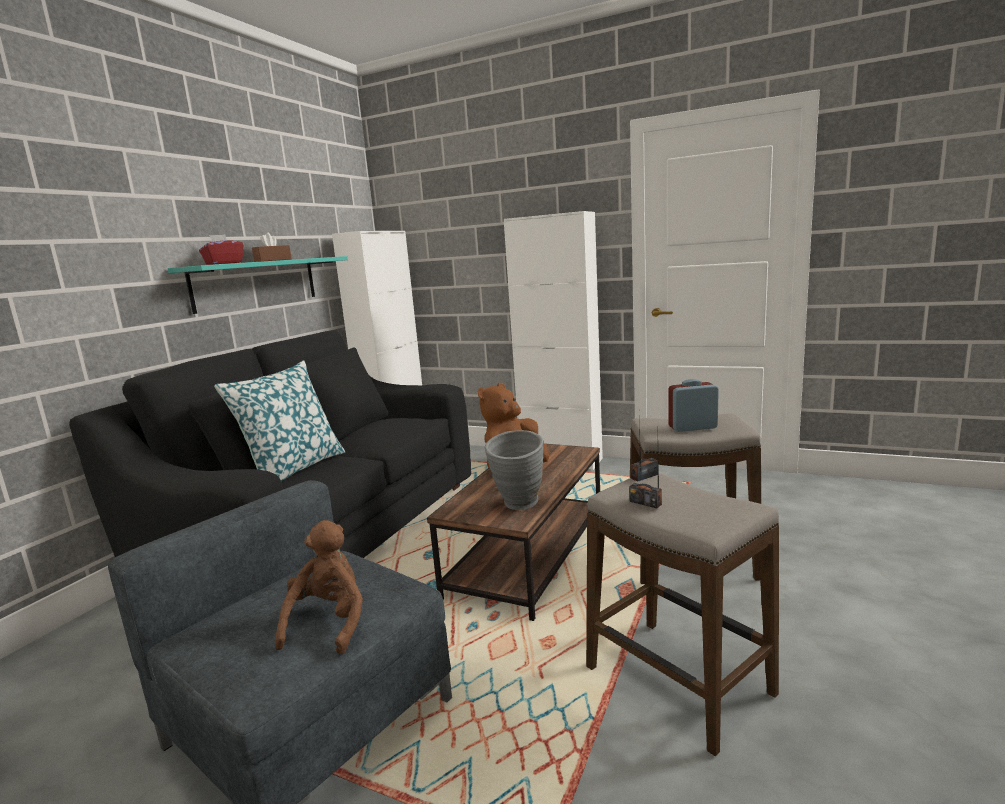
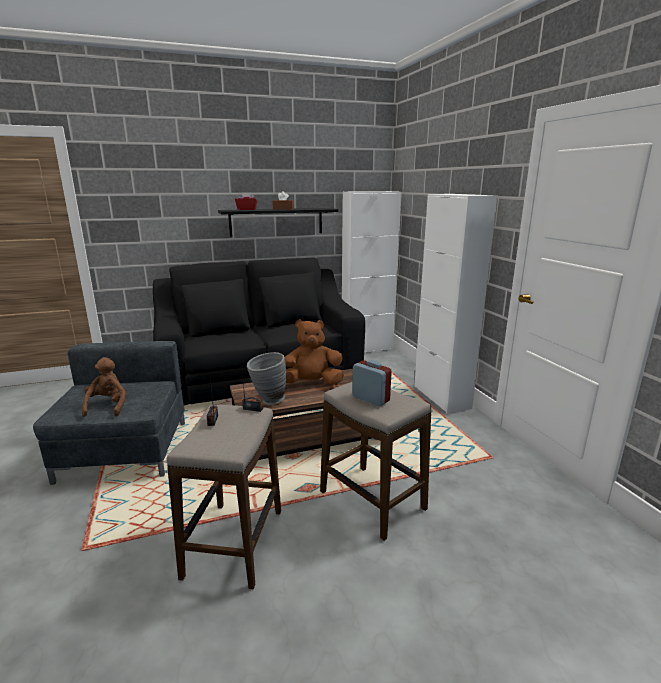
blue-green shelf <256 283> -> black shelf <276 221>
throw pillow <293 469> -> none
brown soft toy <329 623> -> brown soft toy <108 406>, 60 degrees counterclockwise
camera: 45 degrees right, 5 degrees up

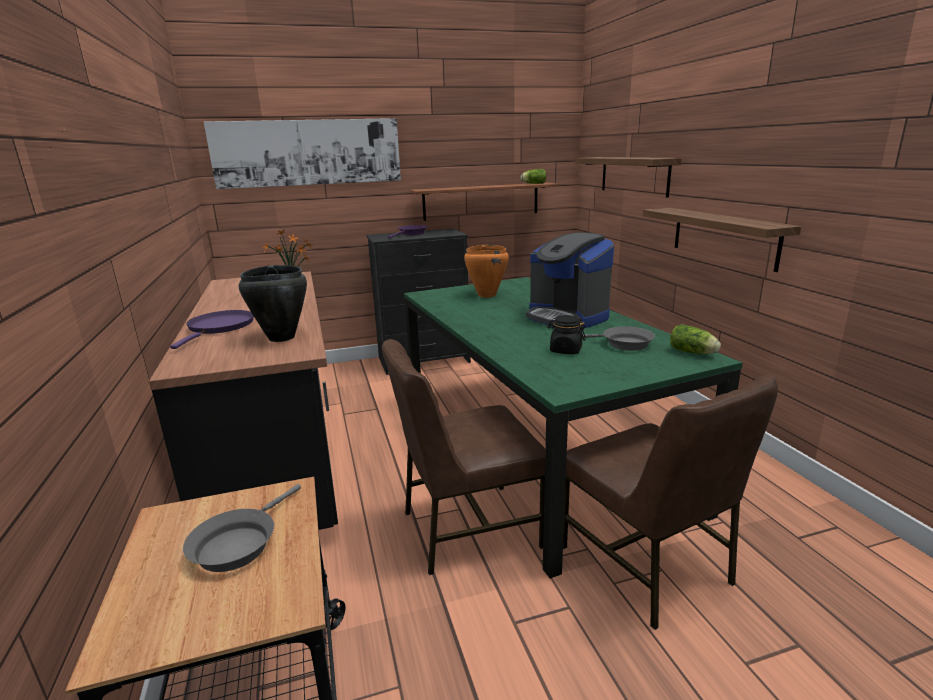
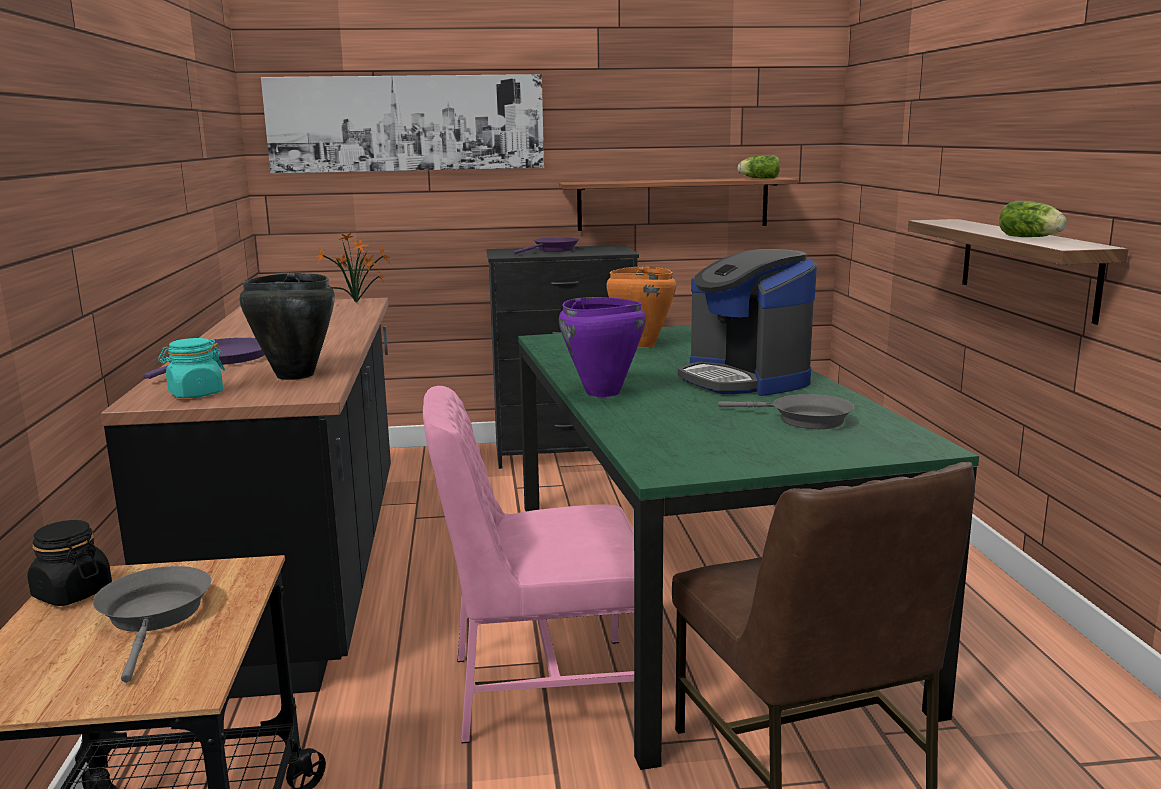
gray pan <238 543> -> gray pan <155 617>, 135 degrees clockwise
brown chair <467 528> -> pinkish chair <542 689>
black preserve jar <565 350> -> black preserve jar <72 593>, shifted
shelf <634 175> -> none
head of lettuce <694 353> -> head of lettuce <1031 237>, shifted
none -> blue-green preserve jar <195 394>
none -> purple stockpot <602 393>
camera: 10 degrees right, 5 degrees down

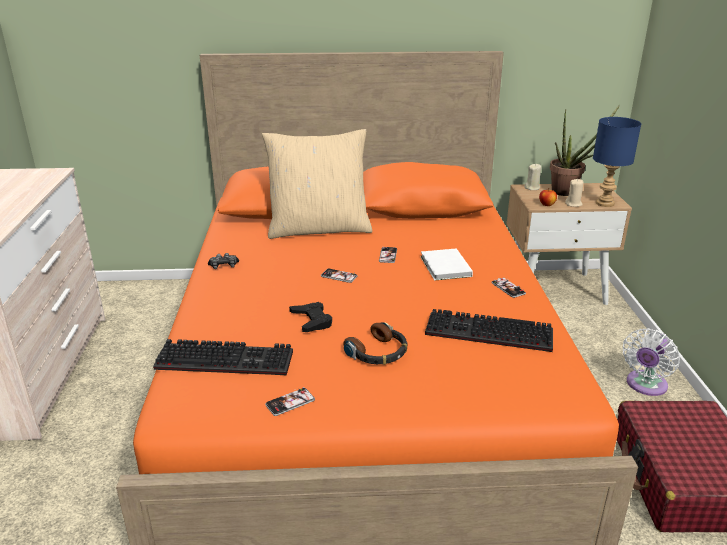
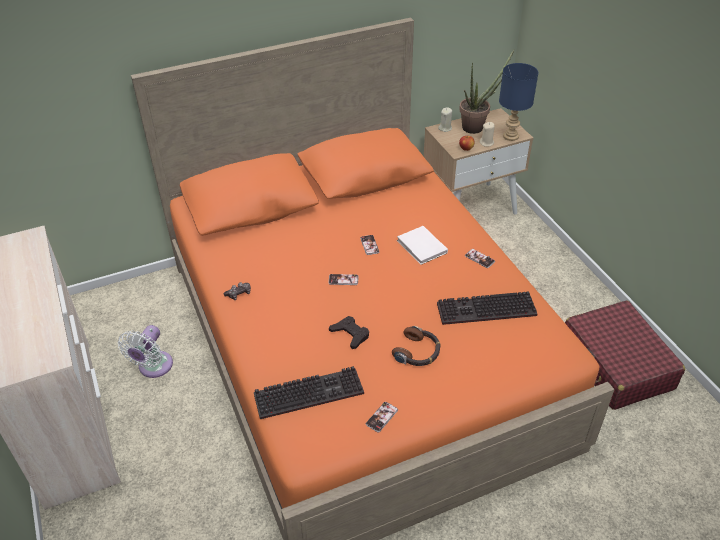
beige throw pillow <319 228> -> none
white-coloured fan <645 385> -> white-coloured fan <153 367>, shifted
camera: 20 degrees left, 15 degrees up

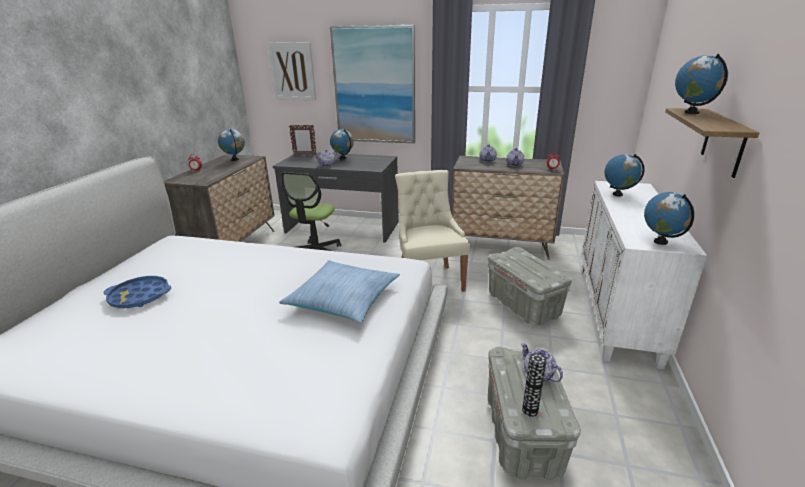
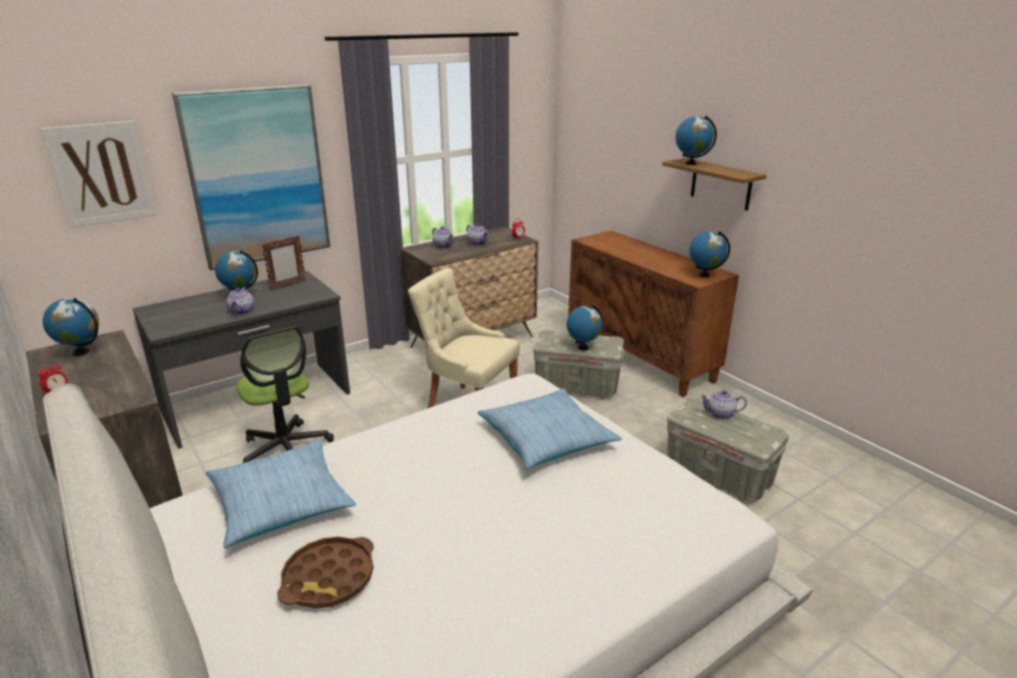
blue-coloured carrying tray <139 296> -> brown carrying tray <329 578>
standing frame <304 155> -> standing frame <287 285>, shifted
vase <530 410> -> none
white-coloured cabinet <617 313> -> brown cabinet <640 358>
world globe <617 194> -> world globe <583 347>, shifted
none -> throw pillow <280 502>
camera: 50 degrees left, 0 degrees up

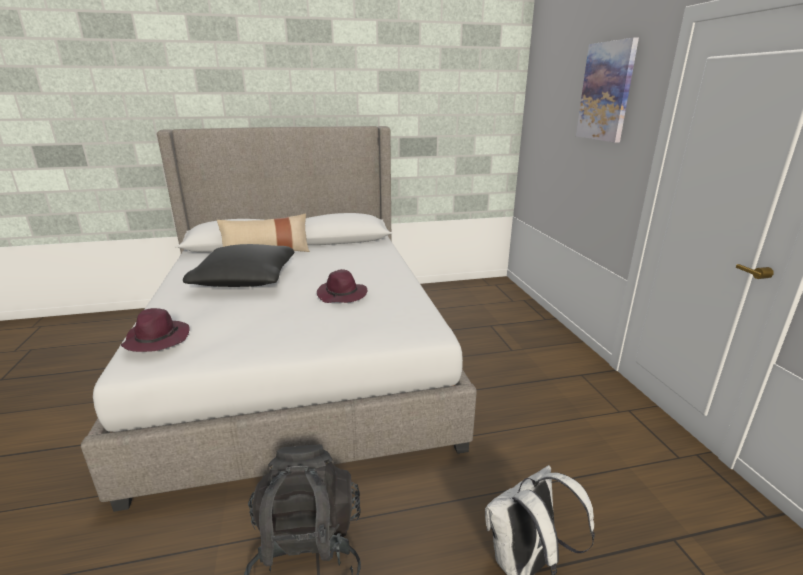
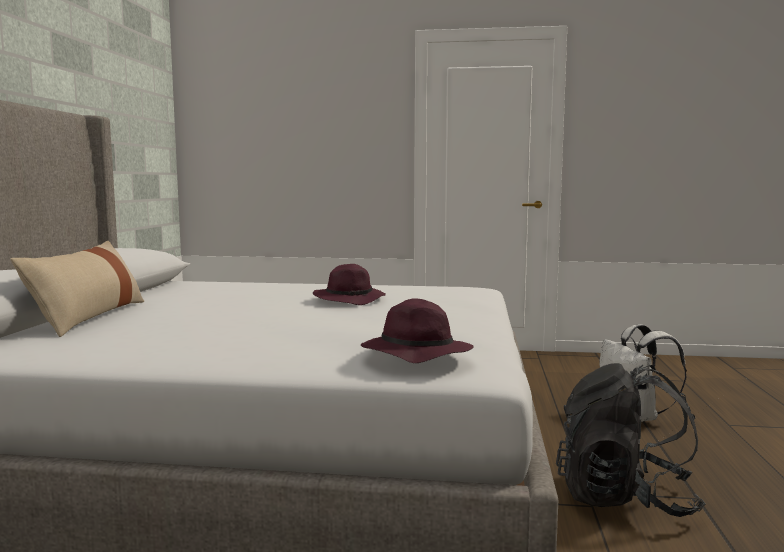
black throw pillow <245 280> -> none
picture <606 92> -> none
camera: 70 degrees left, 15 degrees down

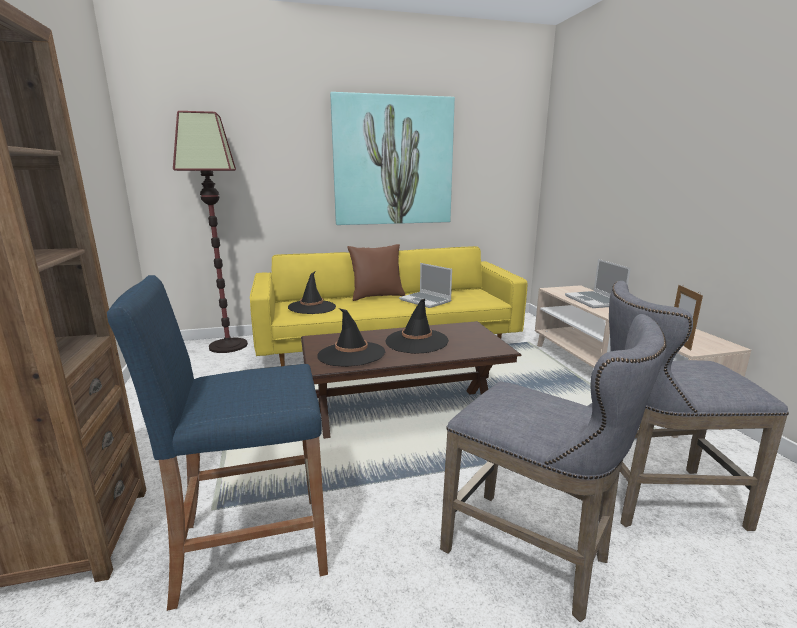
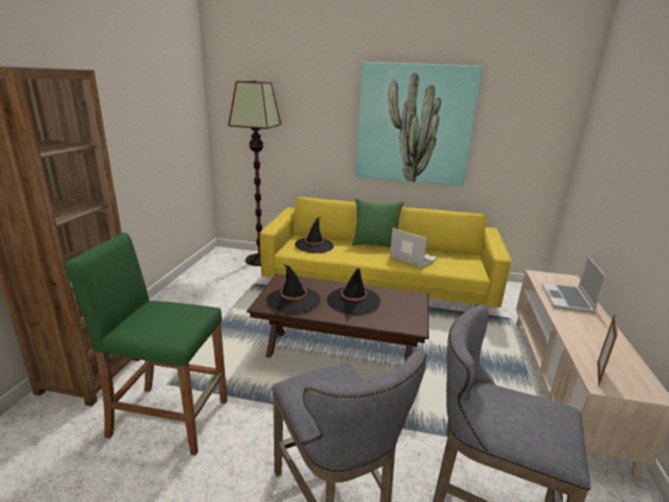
blue-coloured sitting stool <252 546> -> green-coloured sitting stool <170 418>
brown throw pillow <377 296> -> green-coloured throw pillow <375 245>
laptop <426 301> -> laptop <412 258>, 150 degrees clockwise
camera: 25 degrees right, 5 degrees up

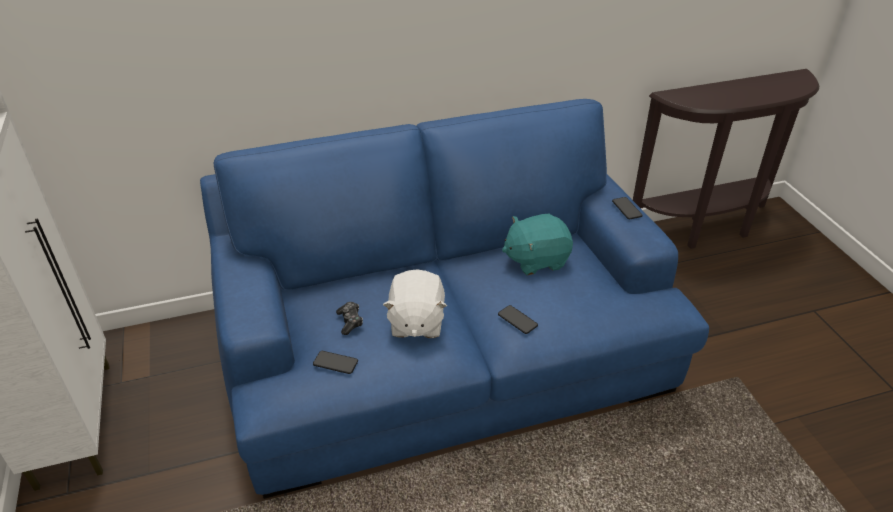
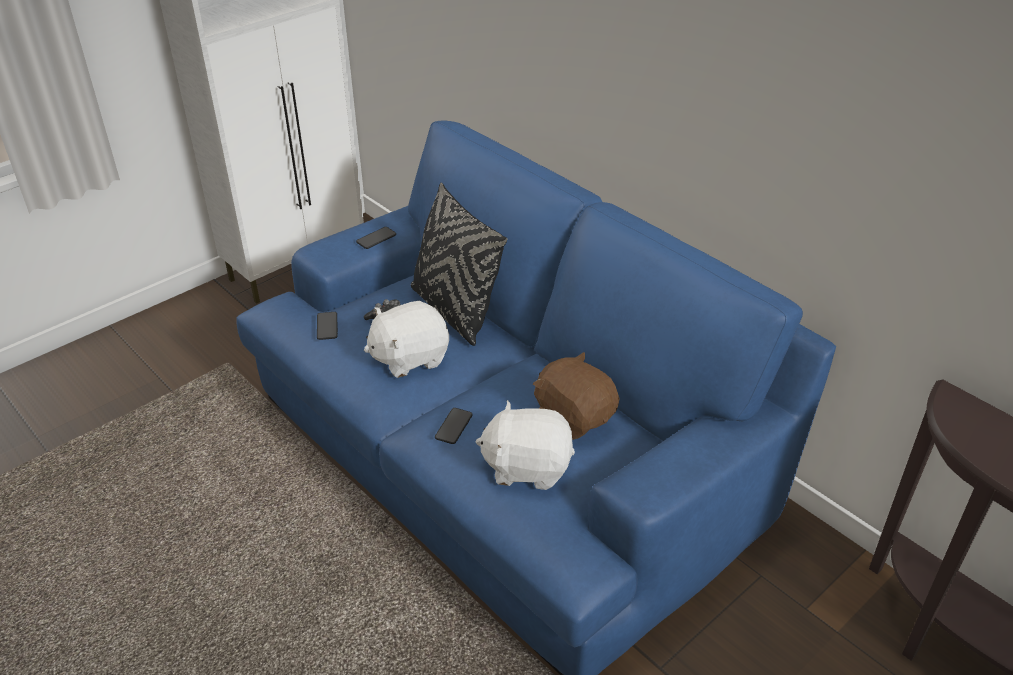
blue-green soft toy <536 259> -> brown soft toy <574 417>
phone <626 209> -> phone <376 238>, shifted
none -> black throw pillow <454 311>
none -> white-coloured soft toy <527 466>
camera: 65 degrees right, 0 degrees up

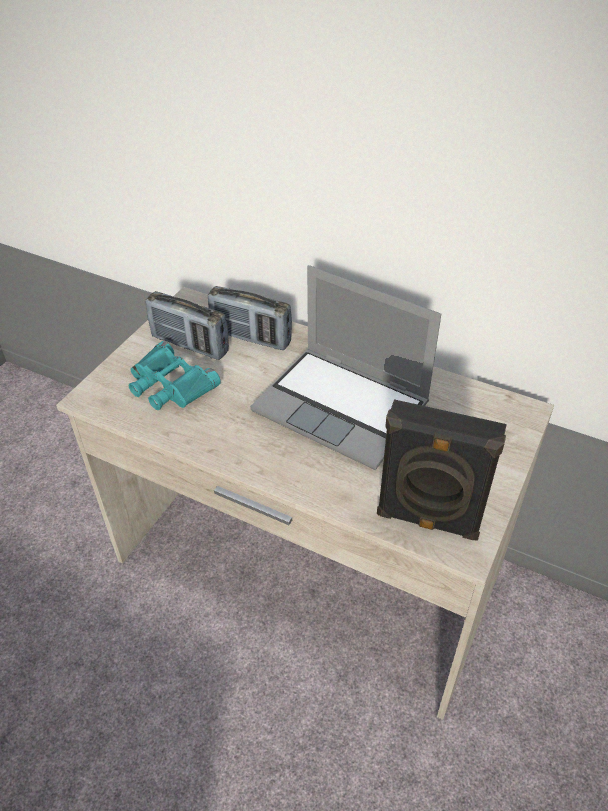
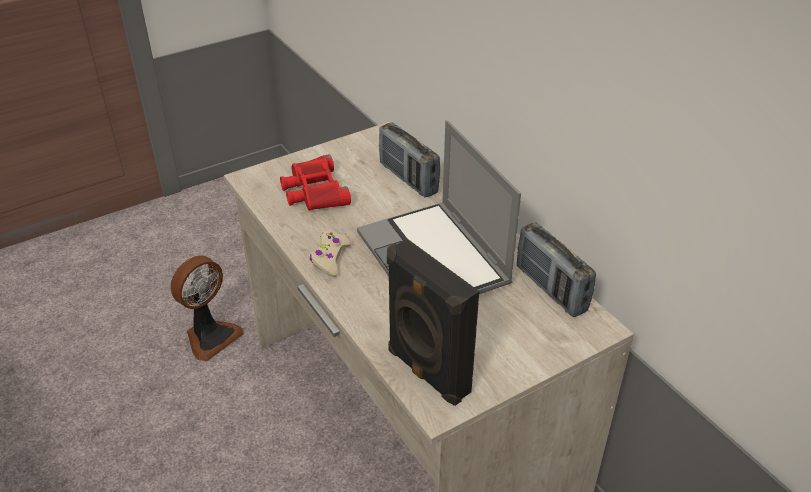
blue-green binoculars <169 385> -> red binoculars <314 191>
radio set <190 345> -> radio set <551 289>, shifted
none -> fan <210 336>
none -> beige game controller <330 258>
camera: 30 degrees right, 5 degrees down

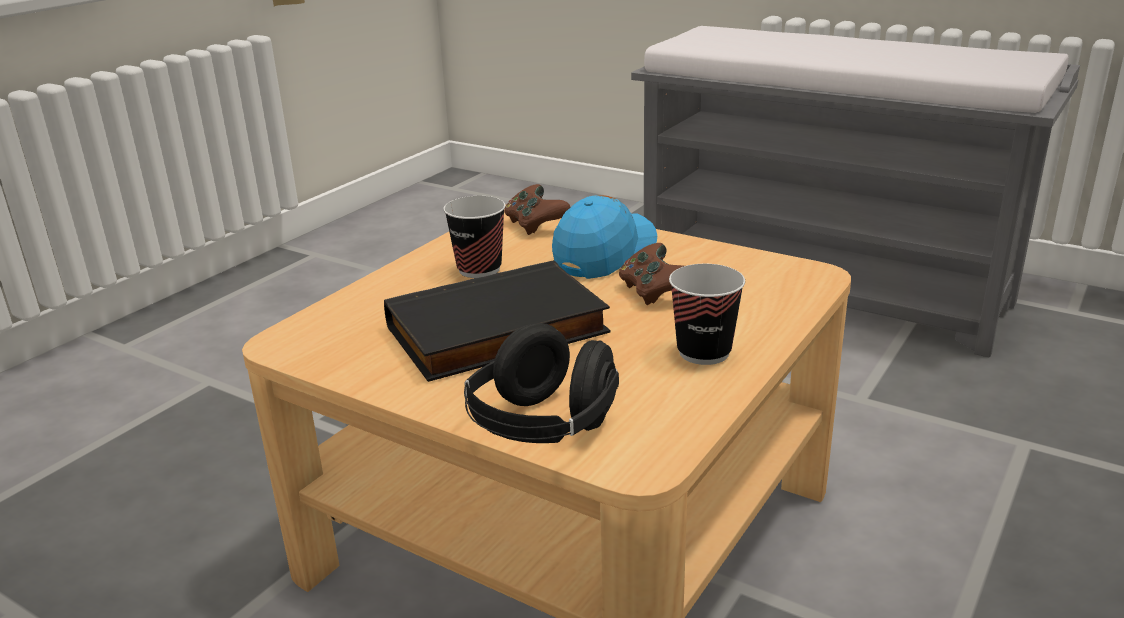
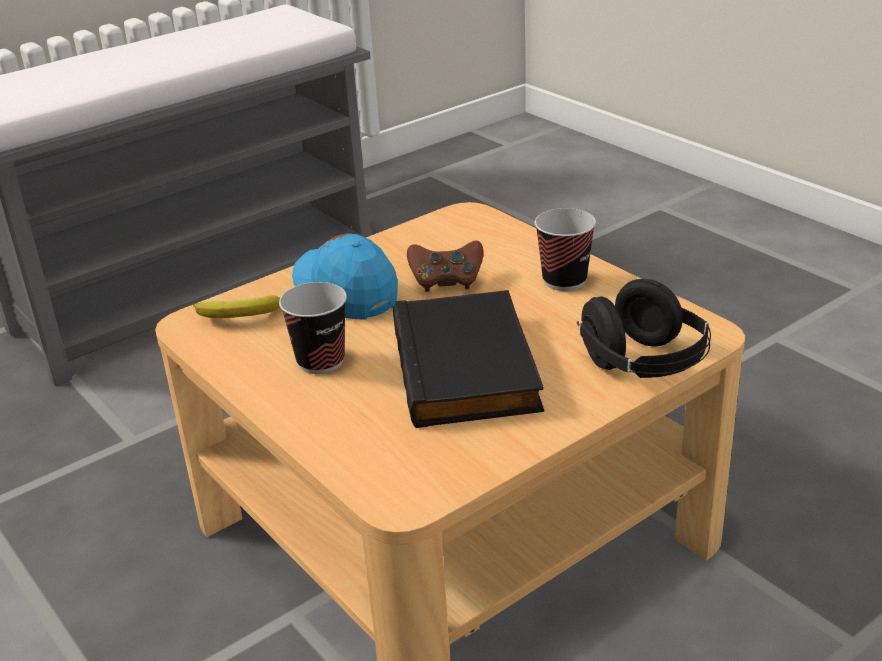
brown game controller <535 225> -> whole banana <238 316>
camera: 70 degrees left, 5 degrees up

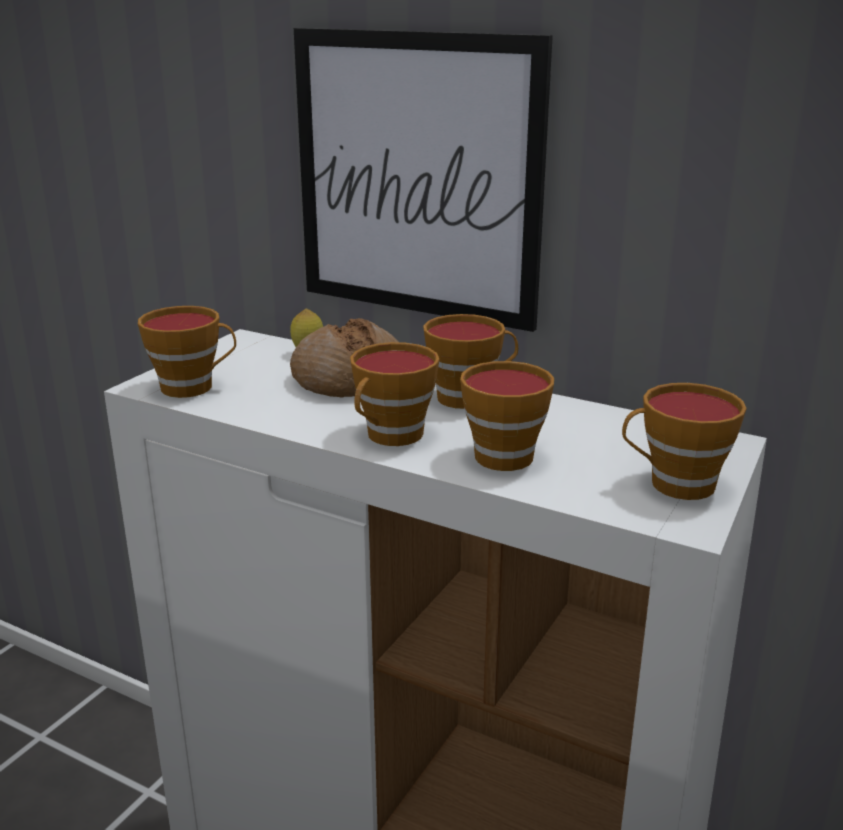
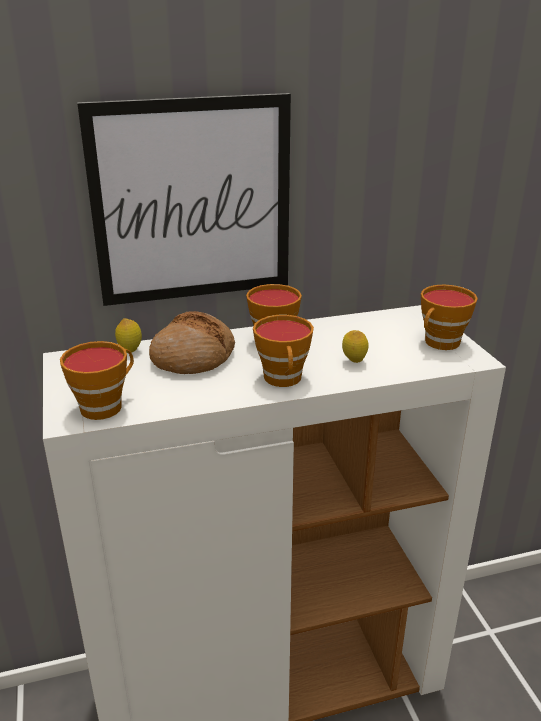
small cup <509 454> -> citrus fruit <354 361>
camera: 45 degrees left, 5 degrees up

